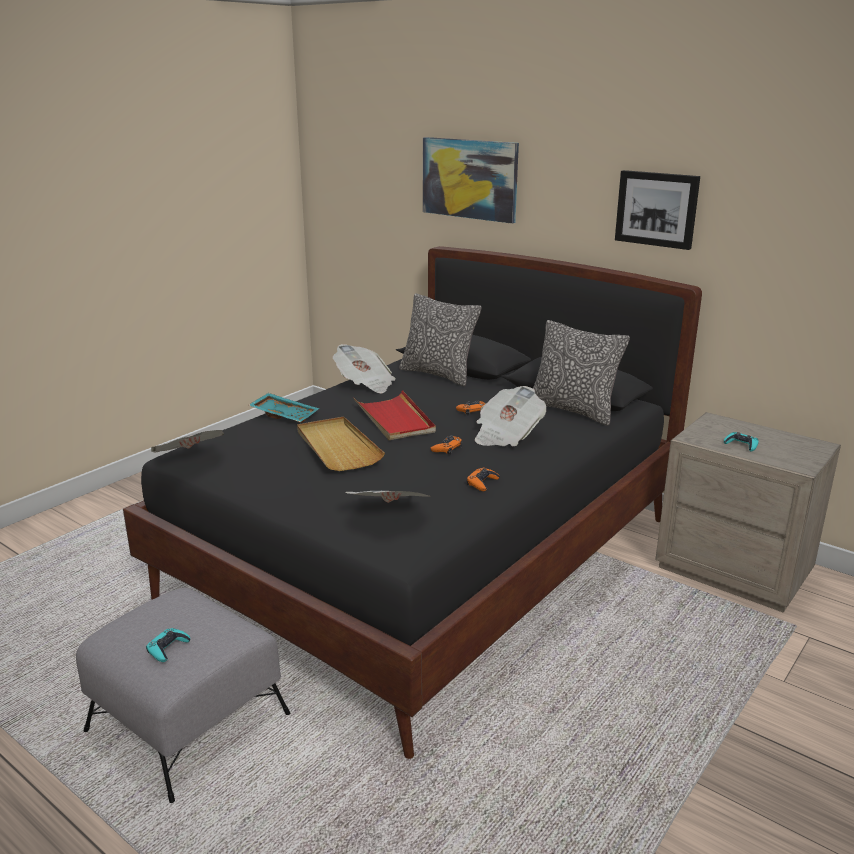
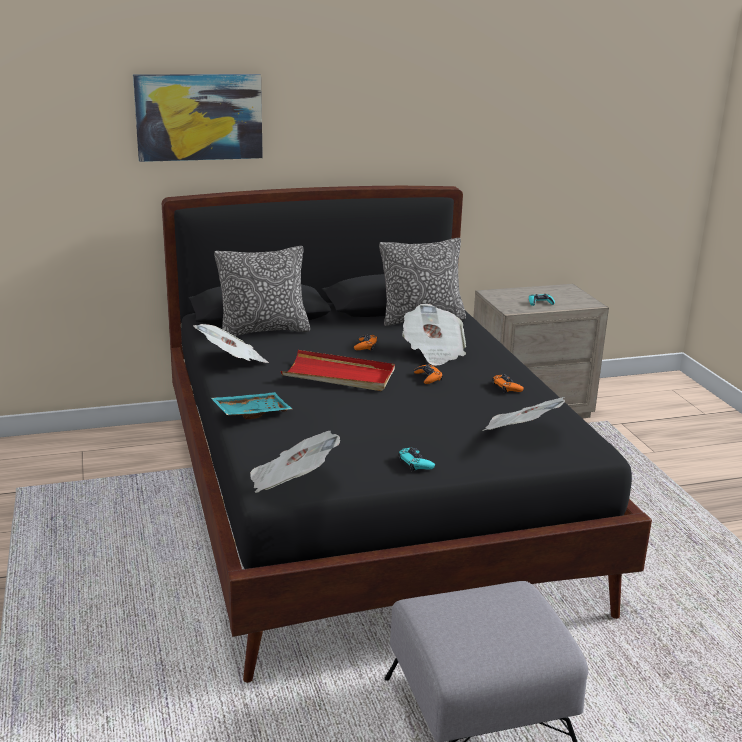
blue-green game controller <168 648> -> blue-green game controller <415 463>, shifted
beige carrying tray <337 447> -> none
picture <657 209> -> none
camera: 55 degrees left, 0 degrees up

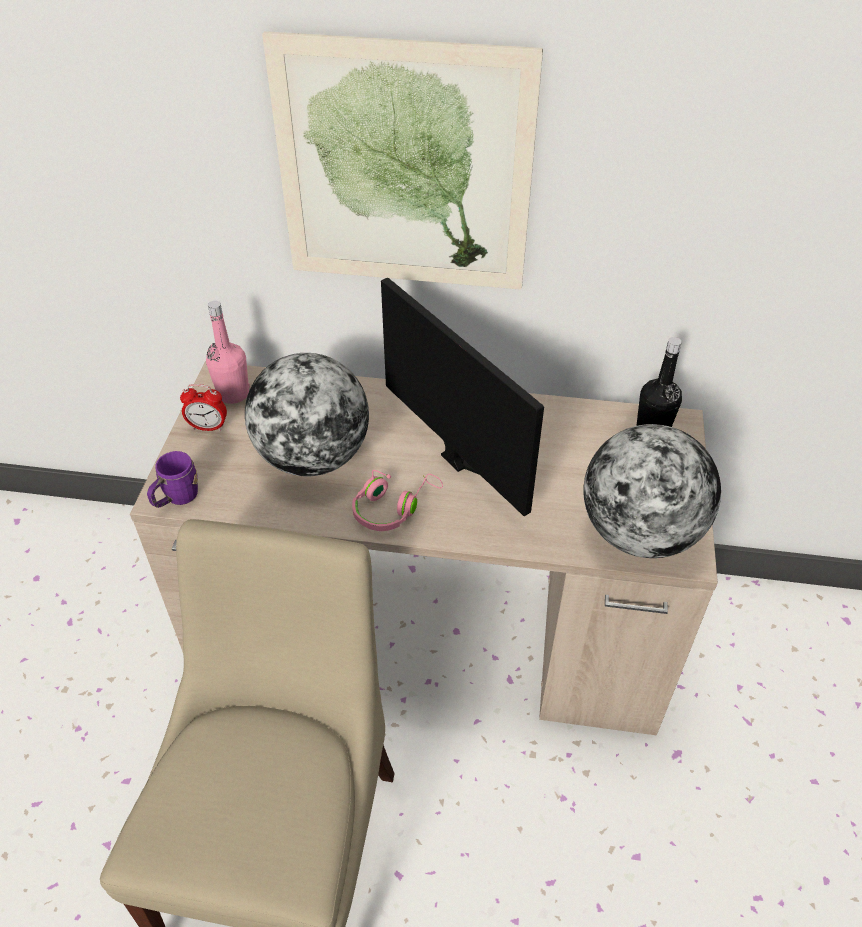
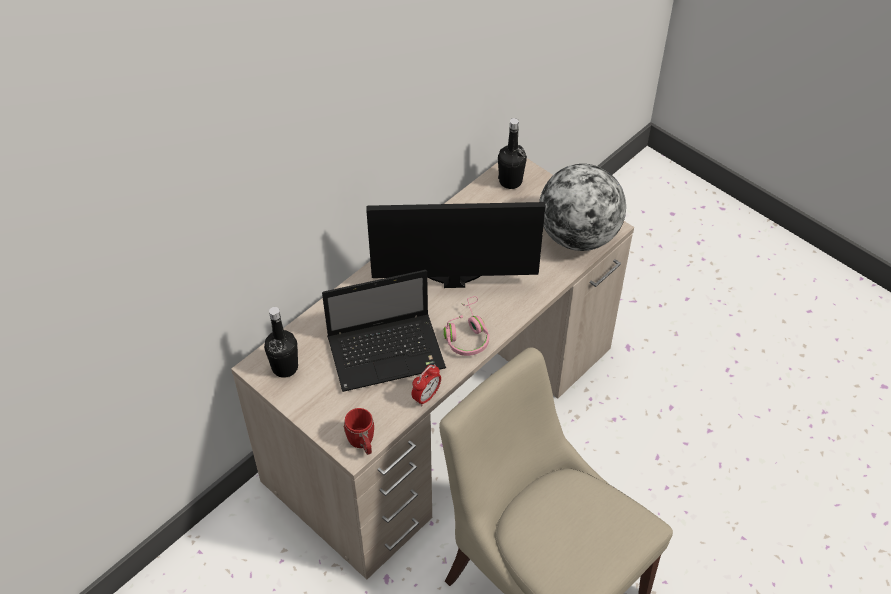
purple mug <176 499> -> red mug <362 443>
table clock <208 427> -> table clock <426 396>, shifted
pinkish beverage bottle <233 394> -> black beverage bottle <285 367>
world globe <313 457> -> laptop <388 352>
picture <404 170> -> none
camera: 55 degrees left, 5 degrees up

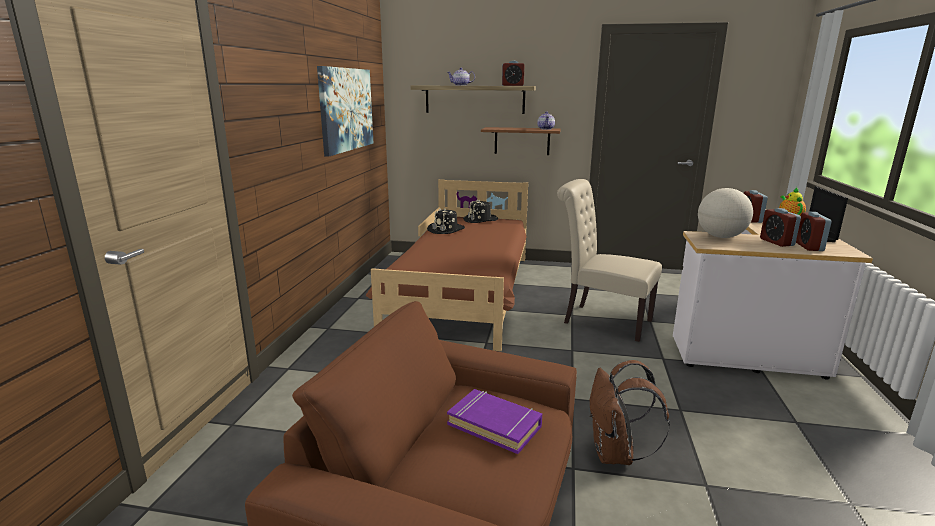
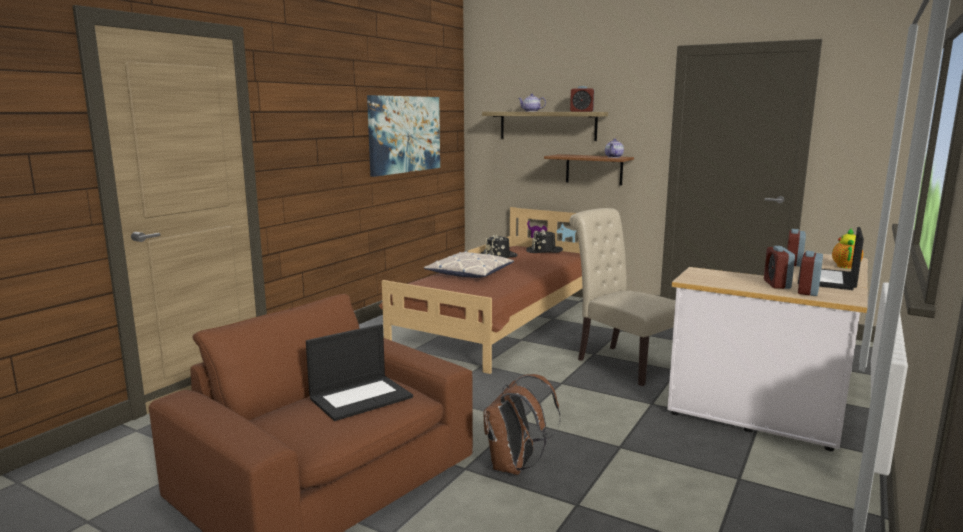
purple book <495 425> -> laptop <361 397>
world globe <720 237> -> none
none -> throw pillow <470 273>
camera: 20 degrees right, 5 degrees down

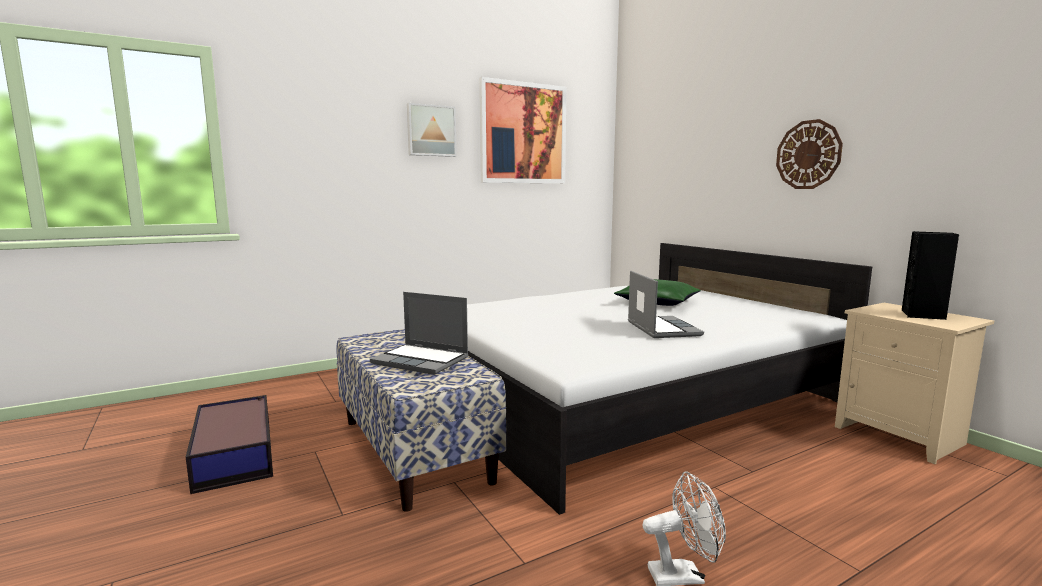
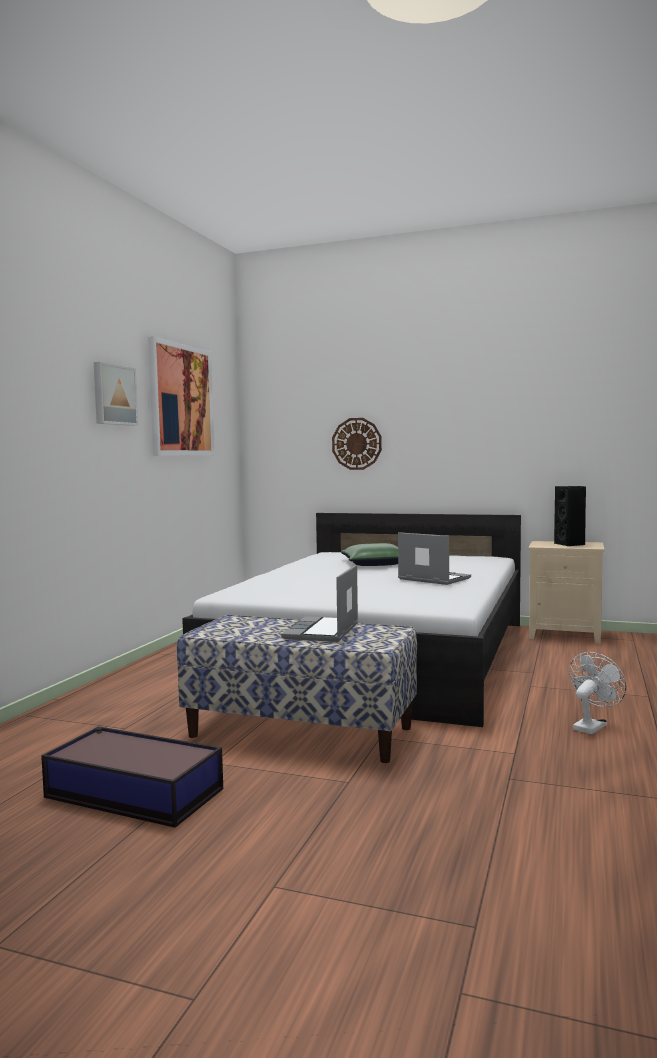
laptop <422 360> -> laptop <322 632>, 120 degrees clockwise
wall clock <808 155> -> wall clock <356 443>, shifted
camera: 40 degrees left, 5 degrees down

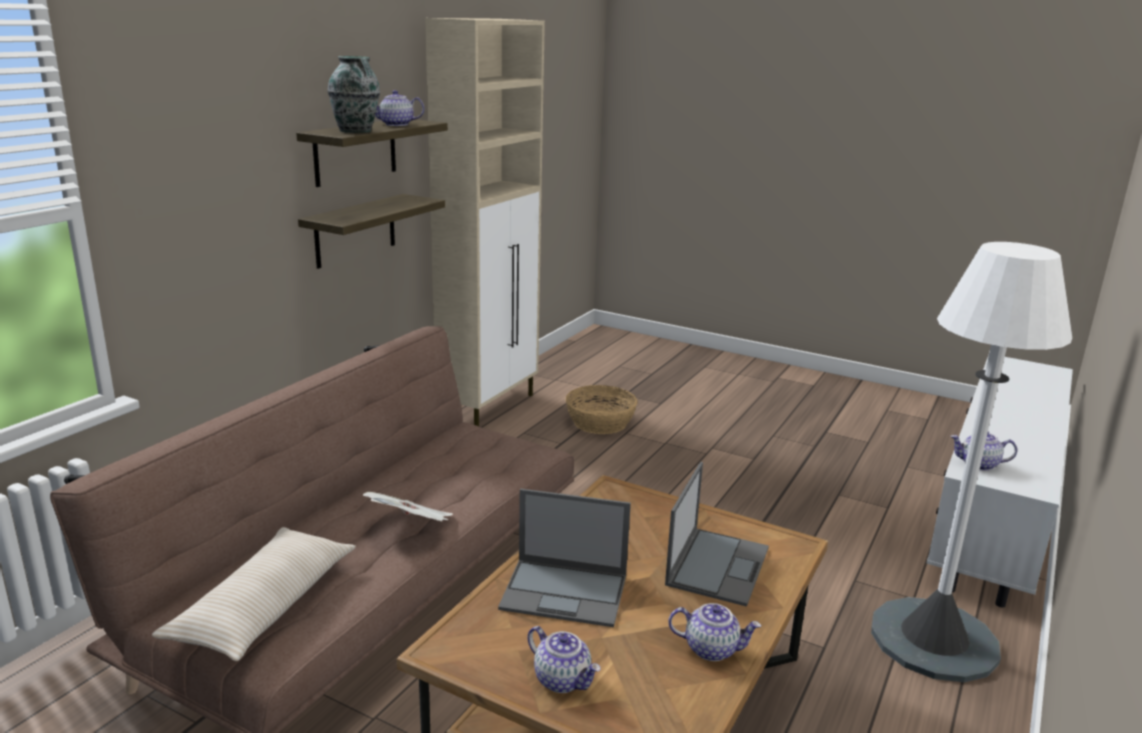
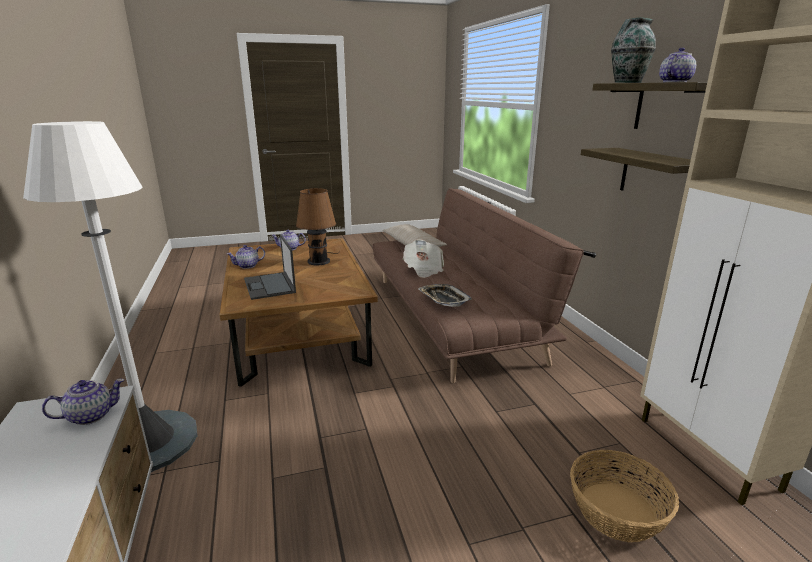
laptop <566 592> -> brown lamp for a table <319 260>
none -> carrying tray <443 299>
camera: 135 degrees right, 0 degrees up

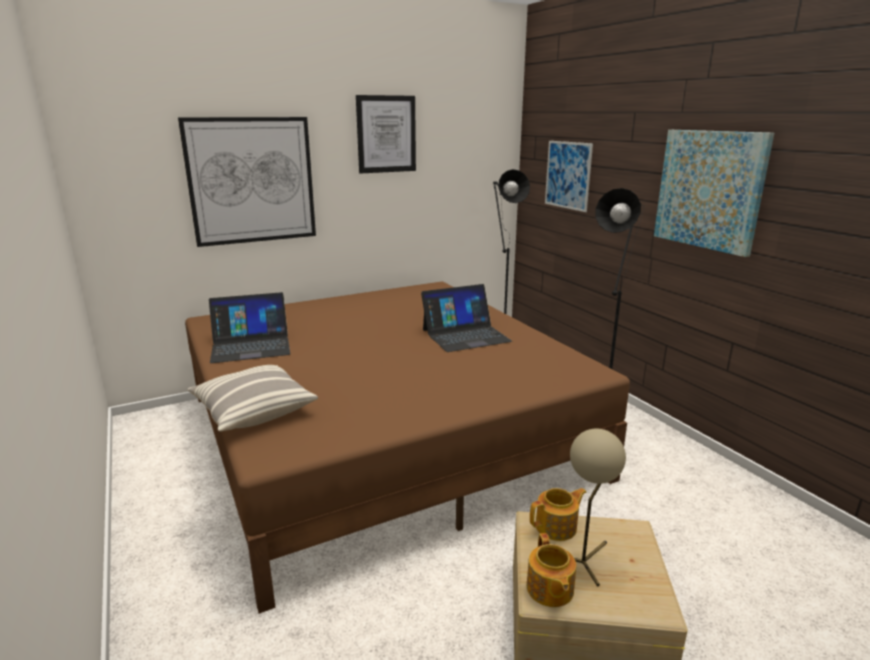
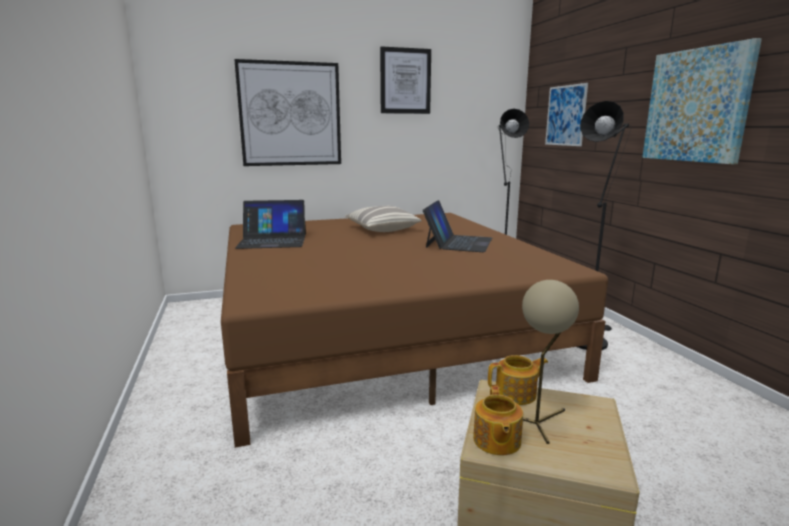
throw pillow <253 411> -> throw pillow <382 229>, shifted
laptop <465 335> -> laptop <458 242>, 60 degrees counterclockwise
camera: 10 degrees right, 5 degrees down

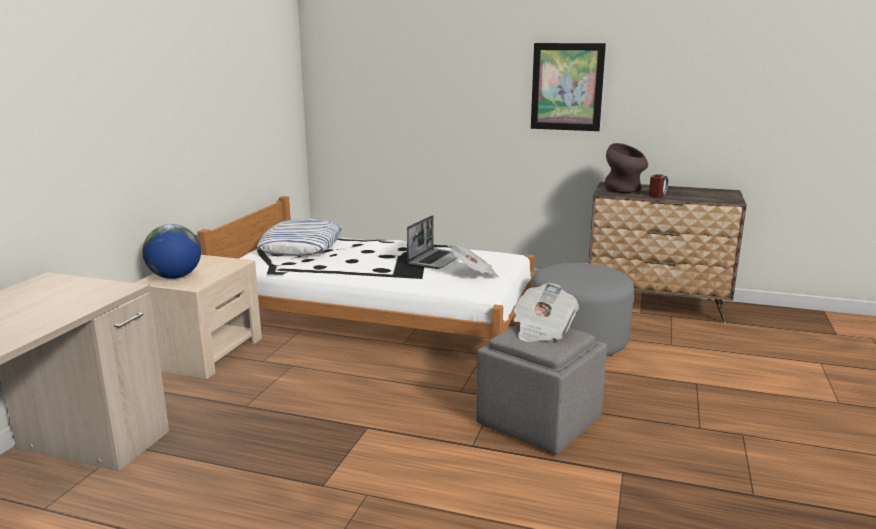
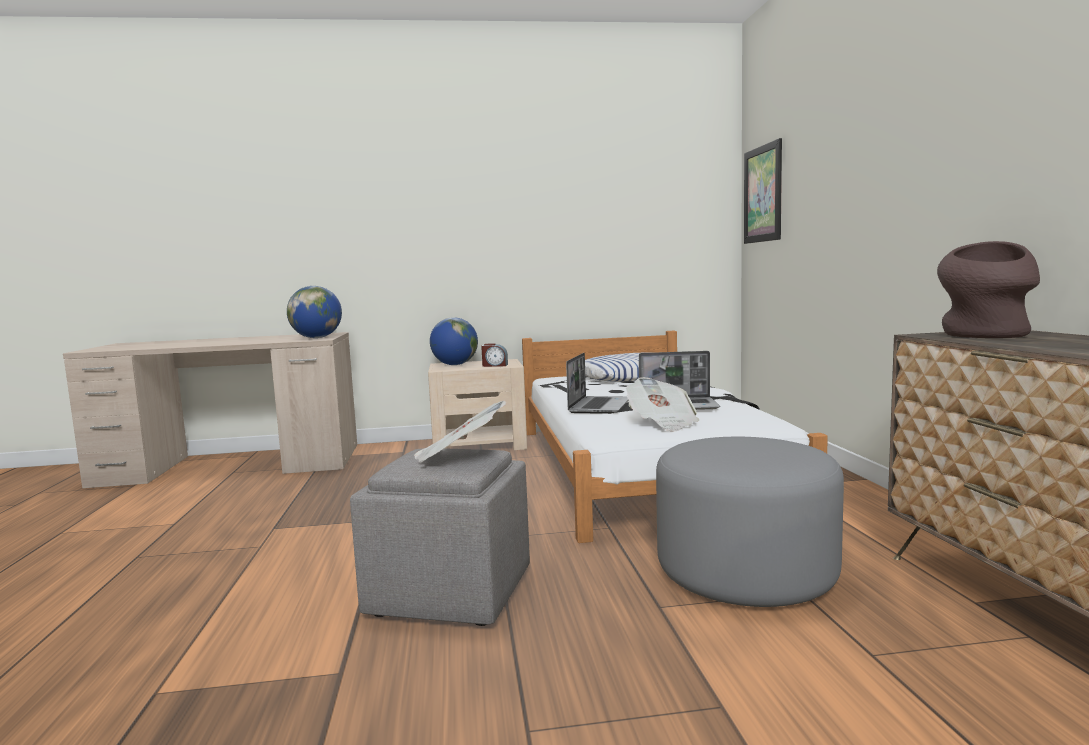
picture <567 87> -> picture <763 194>, shifted
table clock <657 195> -> table clock <495 365>, shifted
none -> world globe <316 338>
none -> laptop <599 406>
camera: 65 degrees right, 10 degrees down

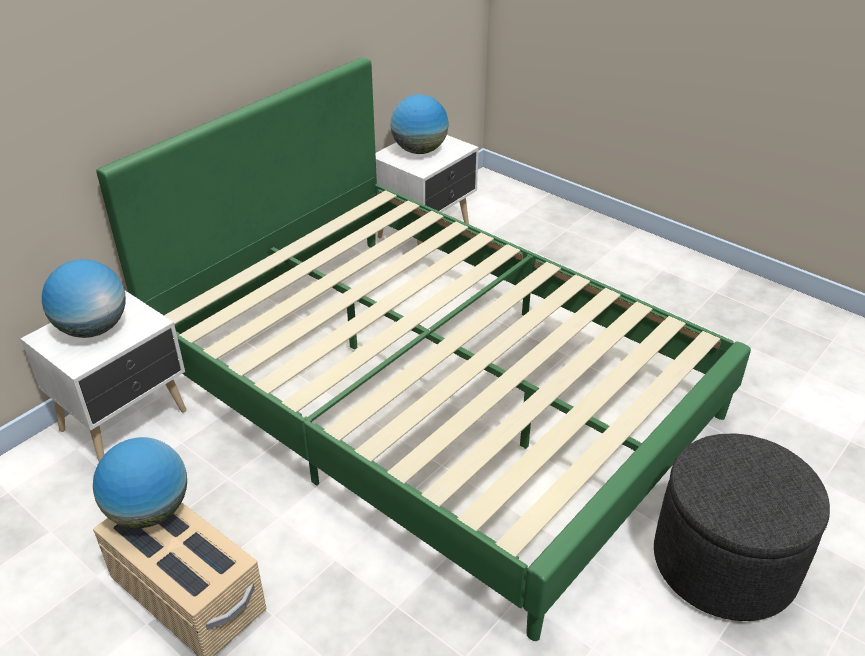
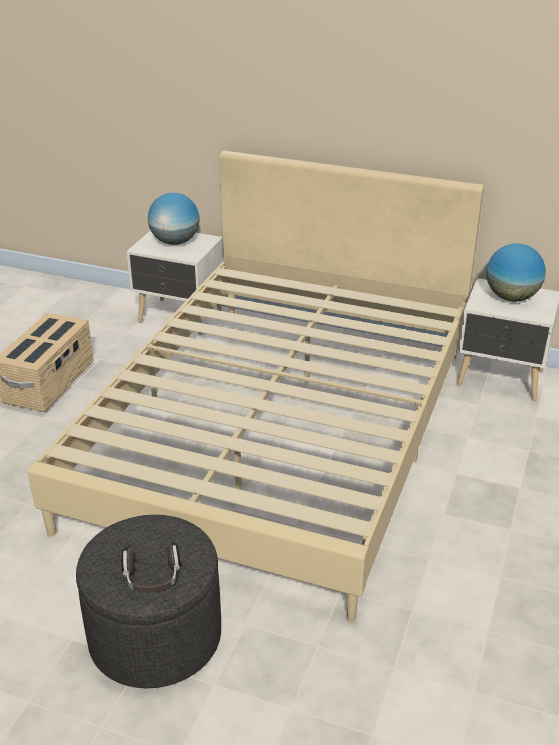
world globe <149 511> -> none
green-coloured bed <432 392> -> beige bed <280 432>
none -> headphones <152 579>
camera: 70 degrees right, 5 degrees down

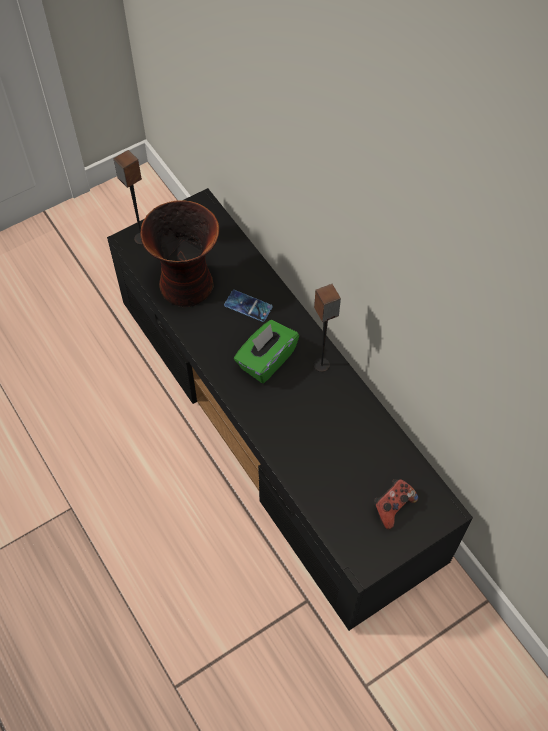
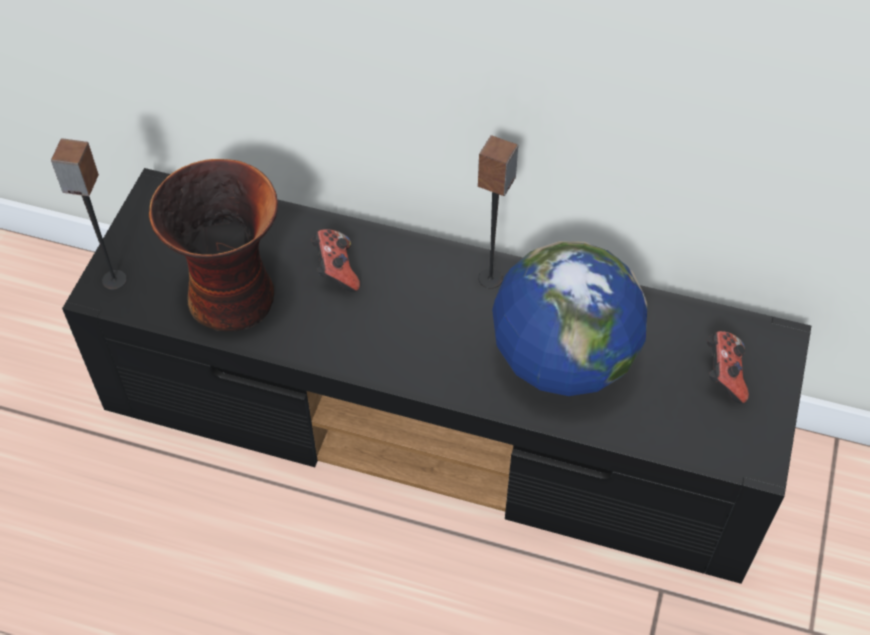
phone <248 306> -> game controller <336 271>
green-coloured tissue holder <266 360> -> none
none -> world globe <562 361>
camera: 40 degrees left, 5 degrees down

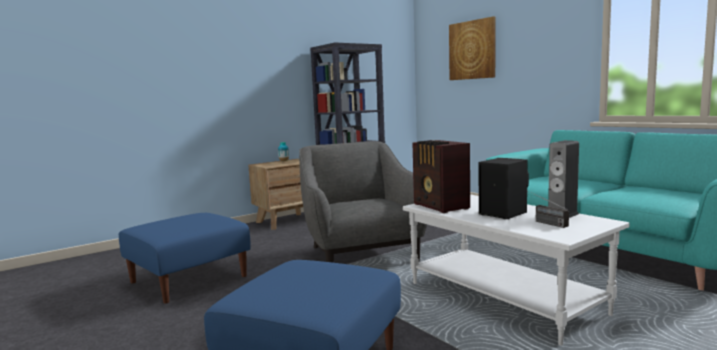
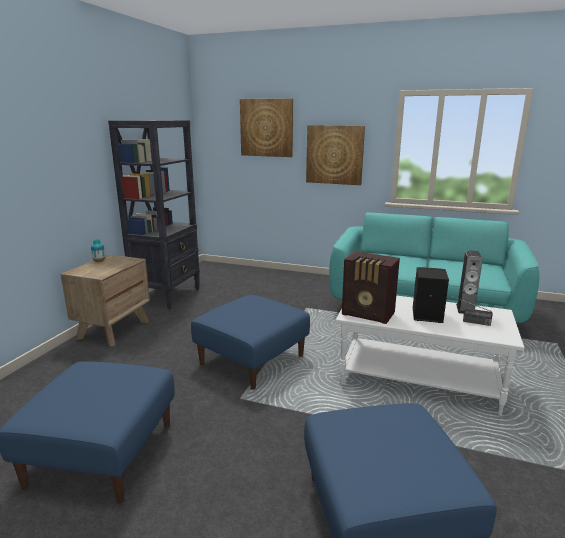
gray lounge chair <361 254> -> blue-coloured ottoman <252 359>
none -> picture <334 155>
camera: 35 degrees left, 10 degrees up

